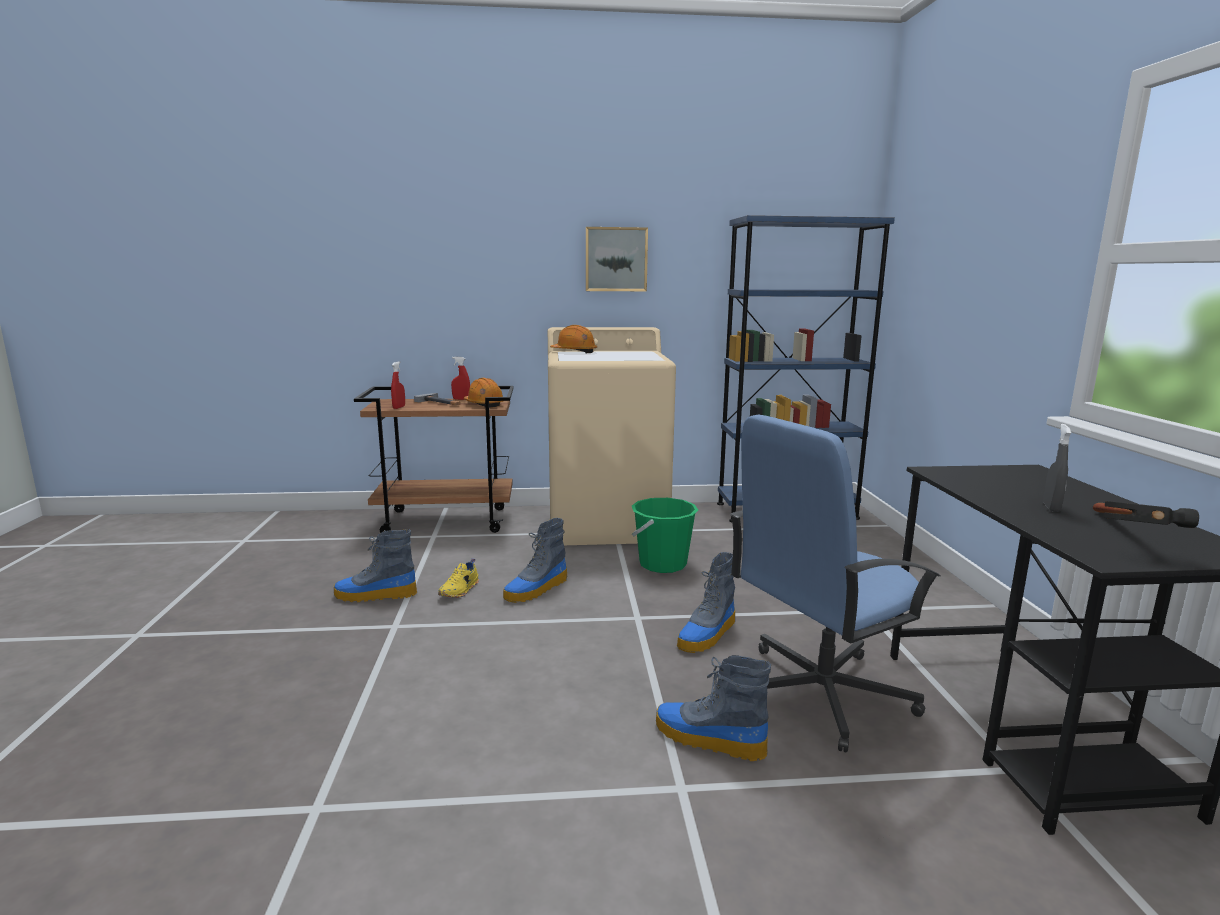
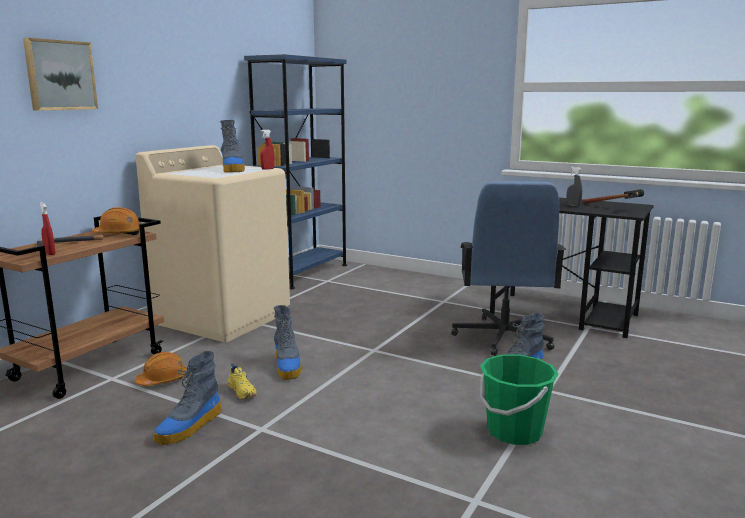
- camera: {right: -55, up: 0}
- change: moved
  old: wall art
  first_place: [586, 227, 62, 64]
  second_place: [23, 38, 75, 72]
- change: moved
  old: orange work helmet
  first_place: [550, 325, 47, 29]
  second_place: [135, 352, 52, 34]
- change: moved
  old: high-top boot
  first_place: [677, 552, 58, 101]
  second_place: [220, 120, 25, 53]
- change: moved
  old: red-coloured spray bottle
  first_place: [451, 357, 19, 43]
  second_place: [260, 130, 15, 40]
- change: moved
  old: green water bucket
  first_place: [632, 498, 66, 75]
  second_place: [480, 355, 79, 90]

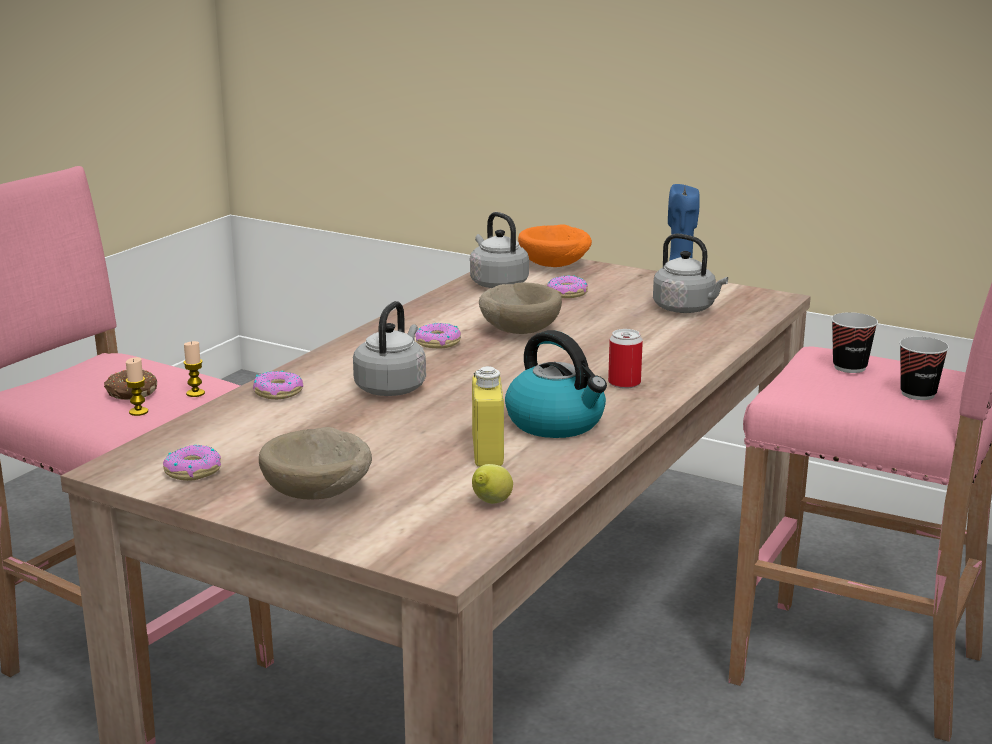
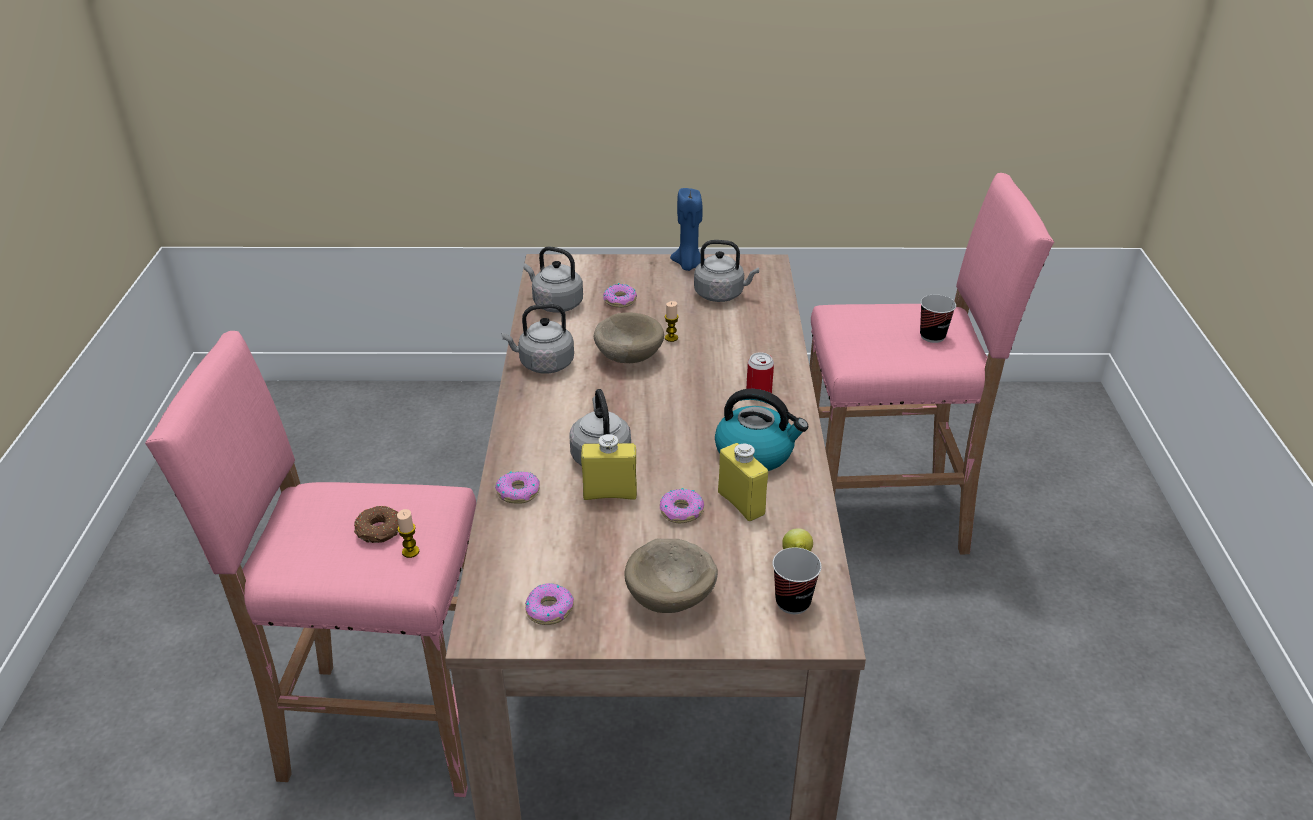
- camera: {right: -30, up: 15}
- change: added
  new: grey kettle
  second_place: [501, 304, 73, 70]
- change: added
  new: yellowish drink bottle
  second_place: [581, 434, 56, 66]
- change: moved
  old: ring doughnut
  first_place: [415, 323, 46, 25]
  second_place: [660, 488, 44, 35]
- change: moved
  old: wax light
  first_place: [184, 341, 21, 56]
  second_place: [665, 301, 14, 41]
- change: moved
  old: drinking cup
  first_place: [831, 312, 47, 61]
  second_place: [773, 547, 49, 67]
- change: removed
  old: orange deep dish
  first_place: [518, 224, 74, 43]

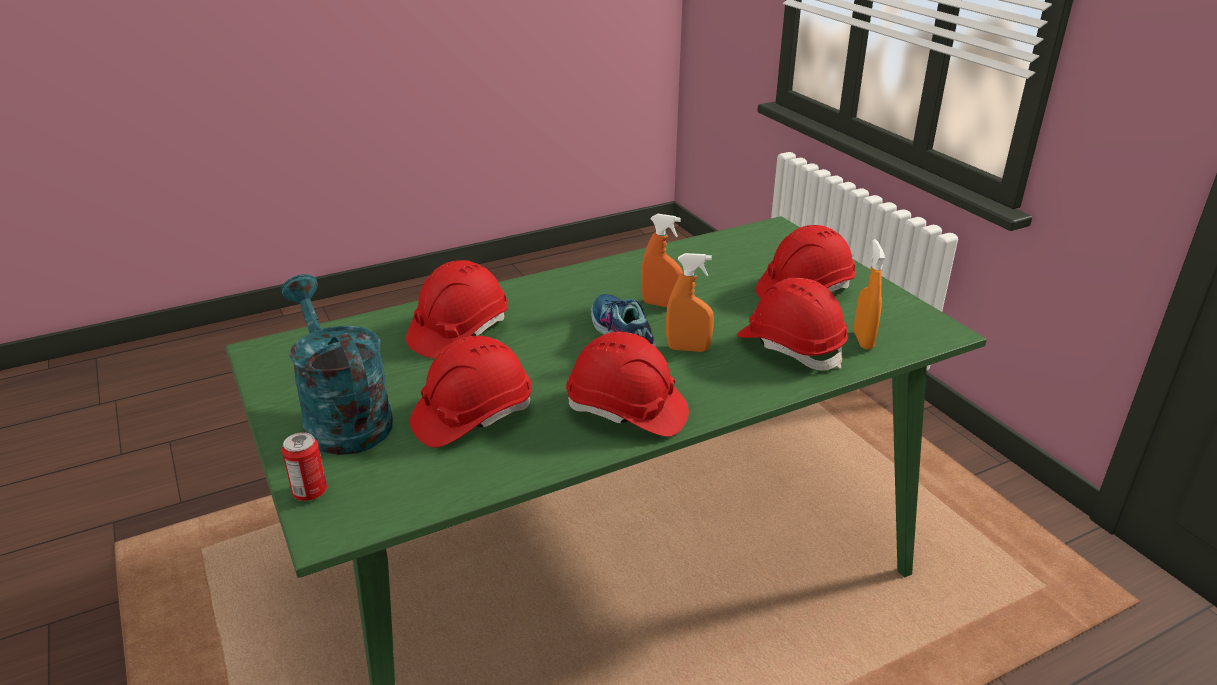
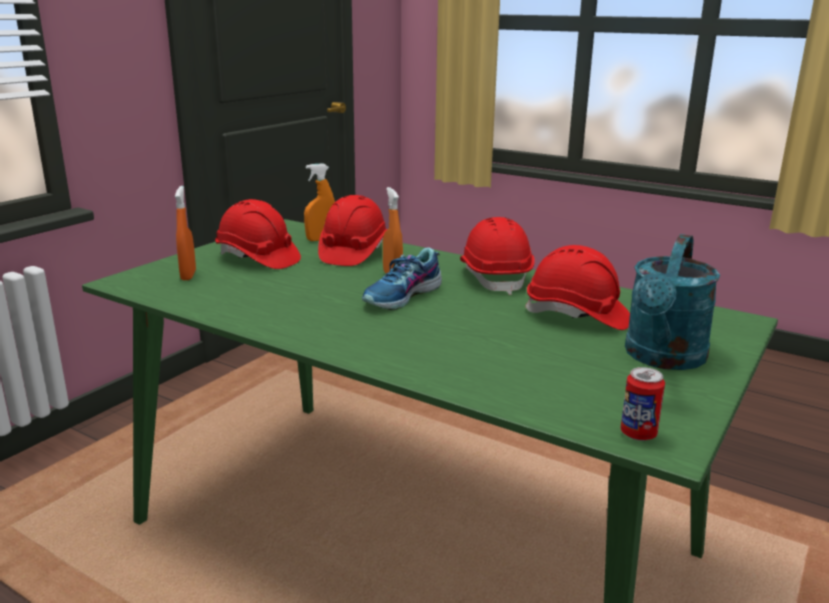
- camera: {right: -120, up: -10}
- change: moved
  old: orange spray bottle
  first_place: [641, 214, 42, 93]
  second_place: [175, 186, 21, 94]
- change: moved
  old: can
  first_place: [282, 432, 45, 69]
  second_place: [621, 367, 44, 74]
- change: removed
  old: red-coloured work helmet
  first_place: [406, 260, 102, 98]

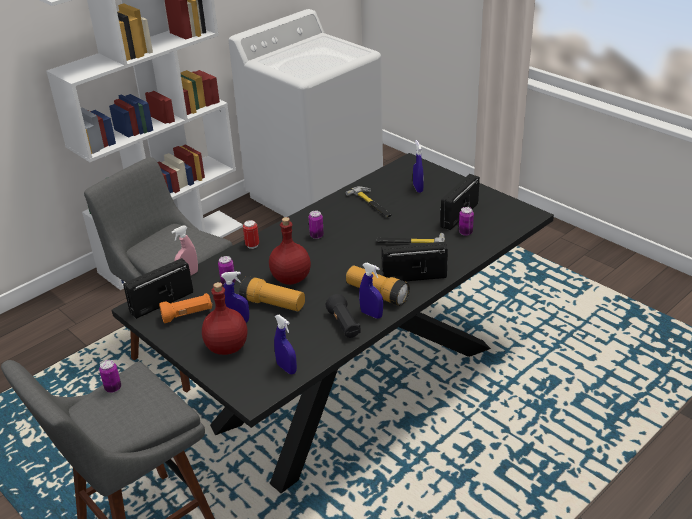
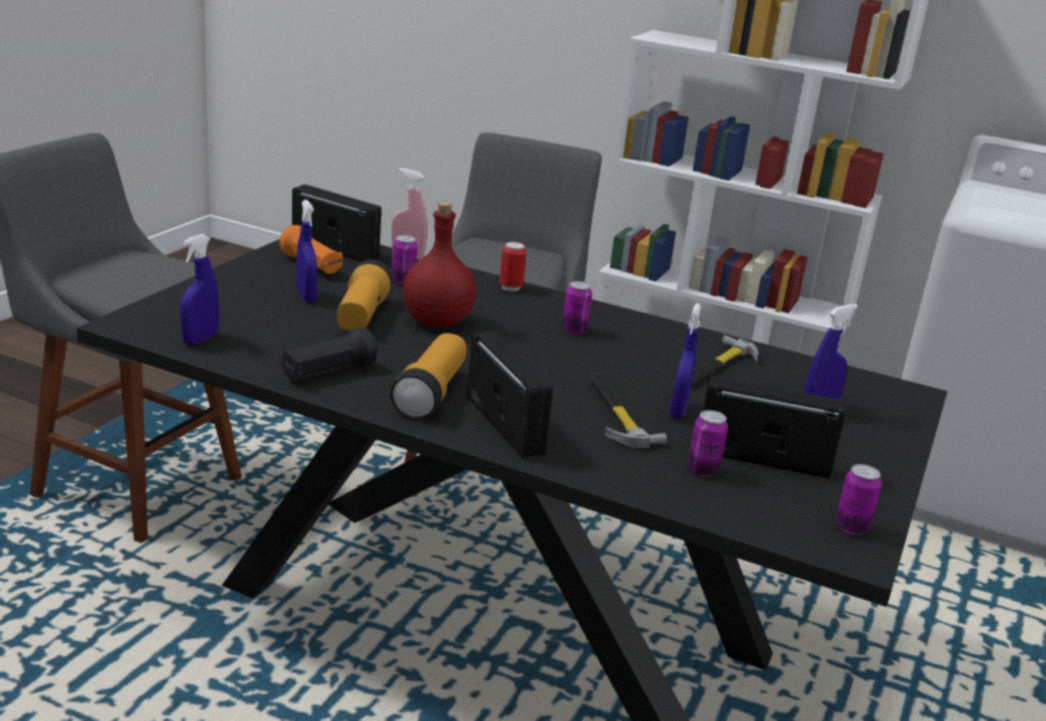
- camera: {right: 65, up: -10}
- change: moved
  old: blue spray bottle
  first_place: [359, 263, 24, 55]
  second_place: [670, 303, 31, 115]
- change: moved
  old: can
  first_place: [99, 360, 22, 33]
  second_place: [835, 464, 47, 71]
- change: removed
  old: red-coloured drink bottle
  first_place: [202, 282, 45, 73]

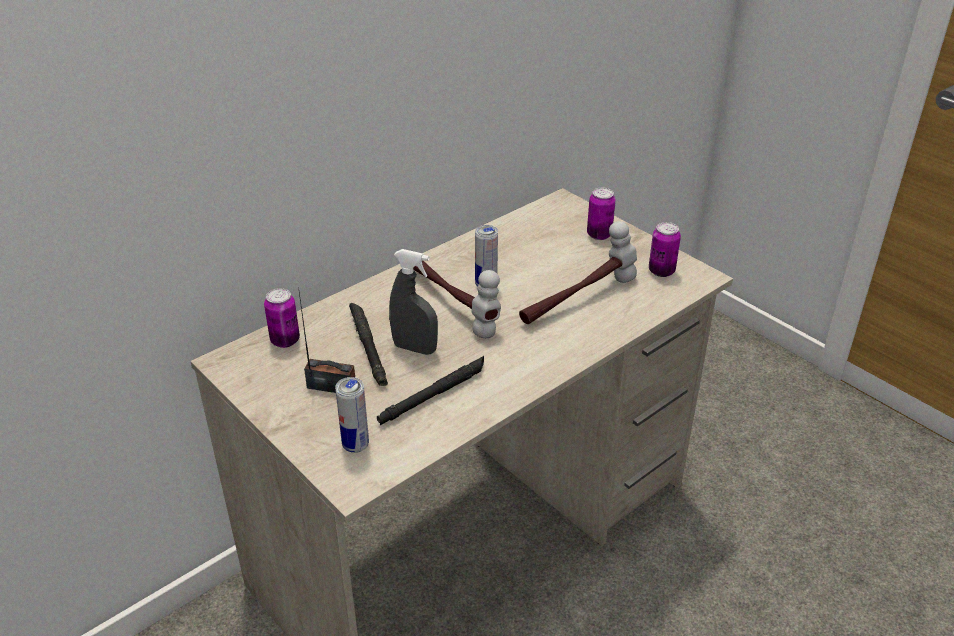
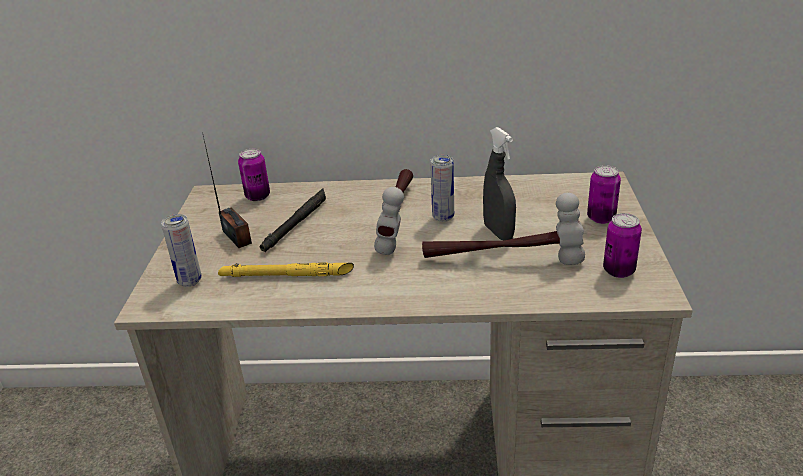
- camera: {right: 45, up: -5}
- change: recoloured
  old: black-coloured flashlight
  new: yellowish flashlight
  first_place: [377, 356, 107, 69]
  second_place: [218, 262, 136, 15]
- change: moved
  old: grey spray bottle
  first_place: [389, 249, 49, 106]
  second_place: [483, 127, 33, 113]

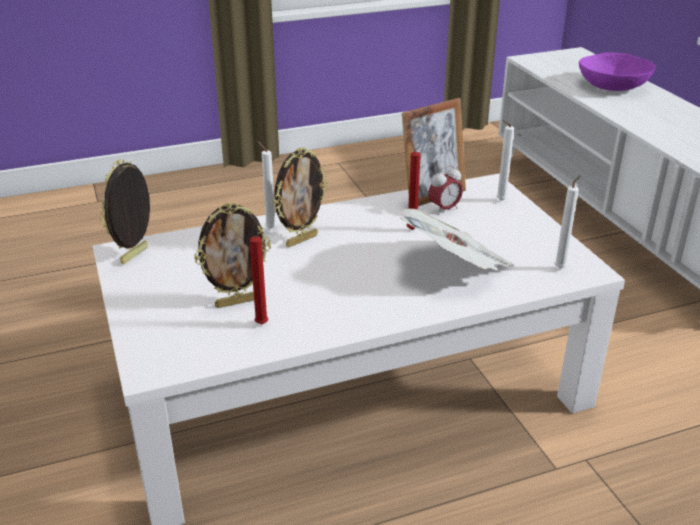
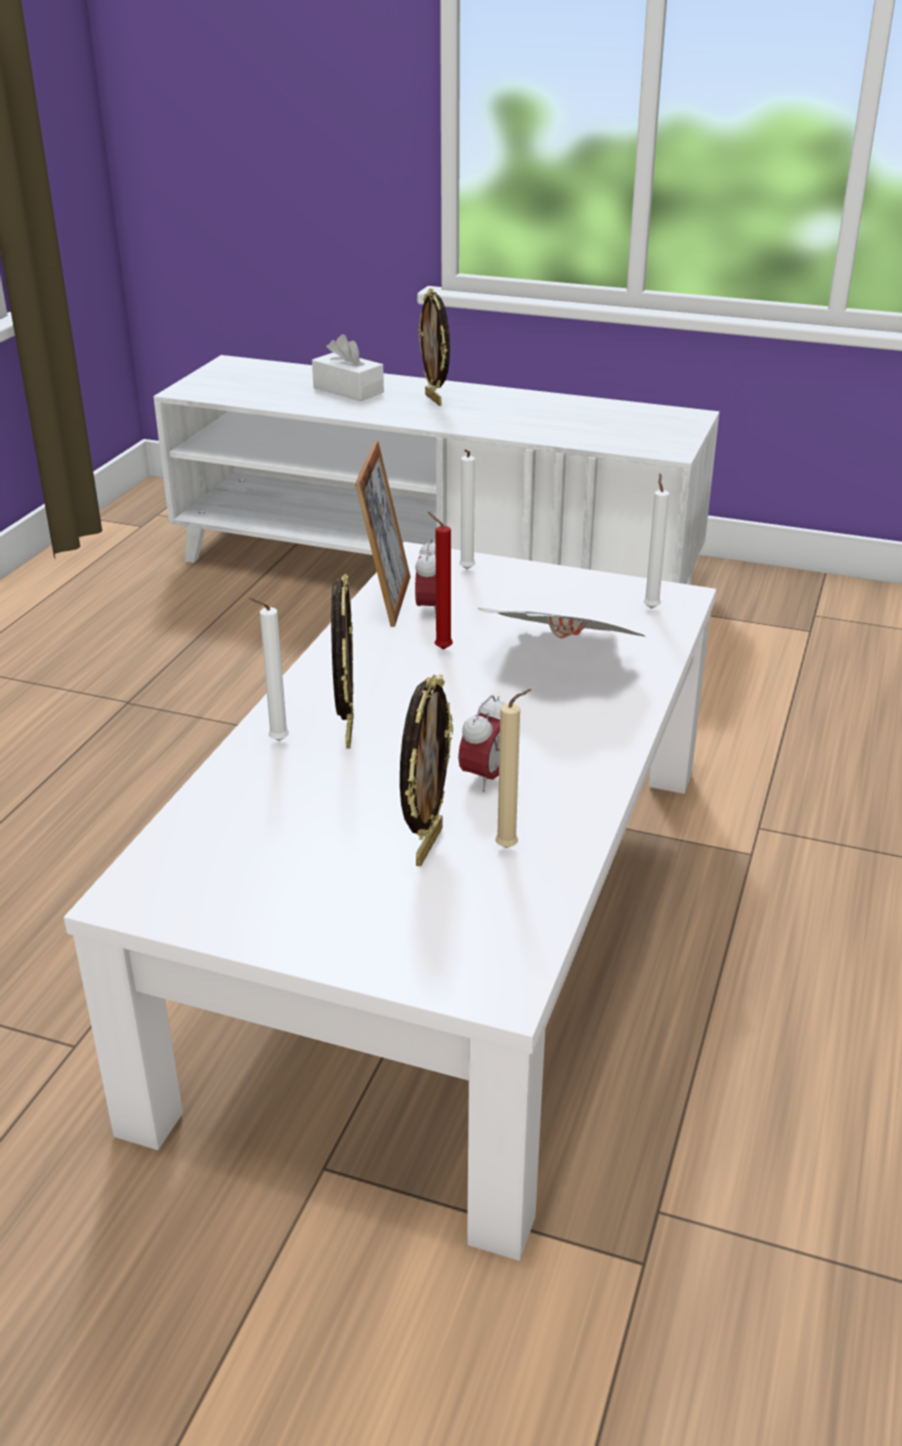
- camera: {right: -50, up: 0}
- change: replaced
  old: purplish deep dish
  new: white-coloured box of tissues
  first_place: [579, 53, 77, 38]
  second_place: [312, 334, 72, 67]
- change: moved
  old: standing frame
  first_place: [100, 159, 50, 105]
  second_place: [418, 288, 32, 118]
- change: added
  new: bedside clock
  second_place: [458, 695, 46, 97]
- change: recoloured
  old: red-coloured wax light
  new: sand-coloured wax light
  first_place: [250, 232, 18, 92]
  second_place: [495, 689, 36, 159]

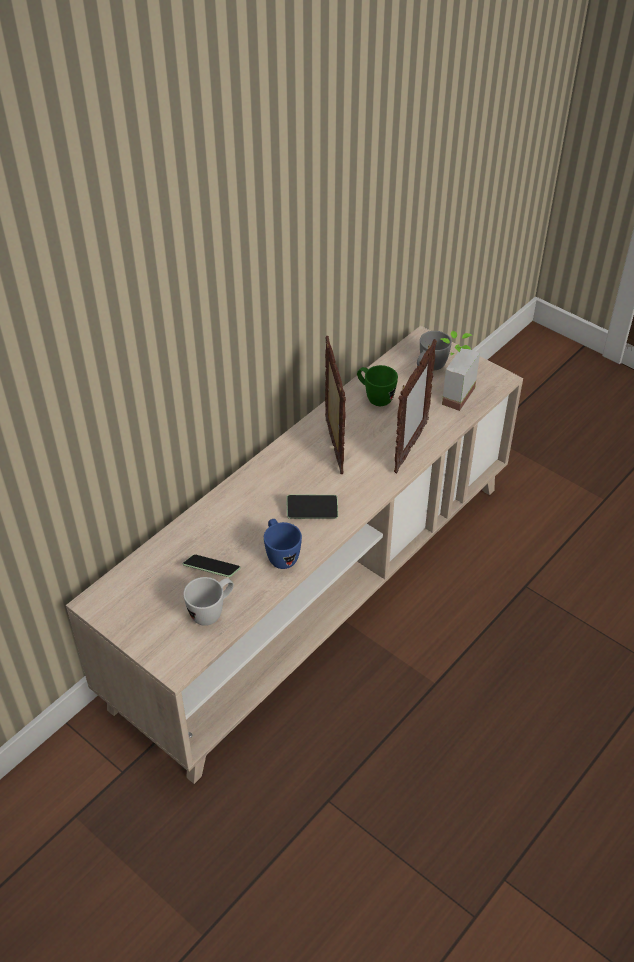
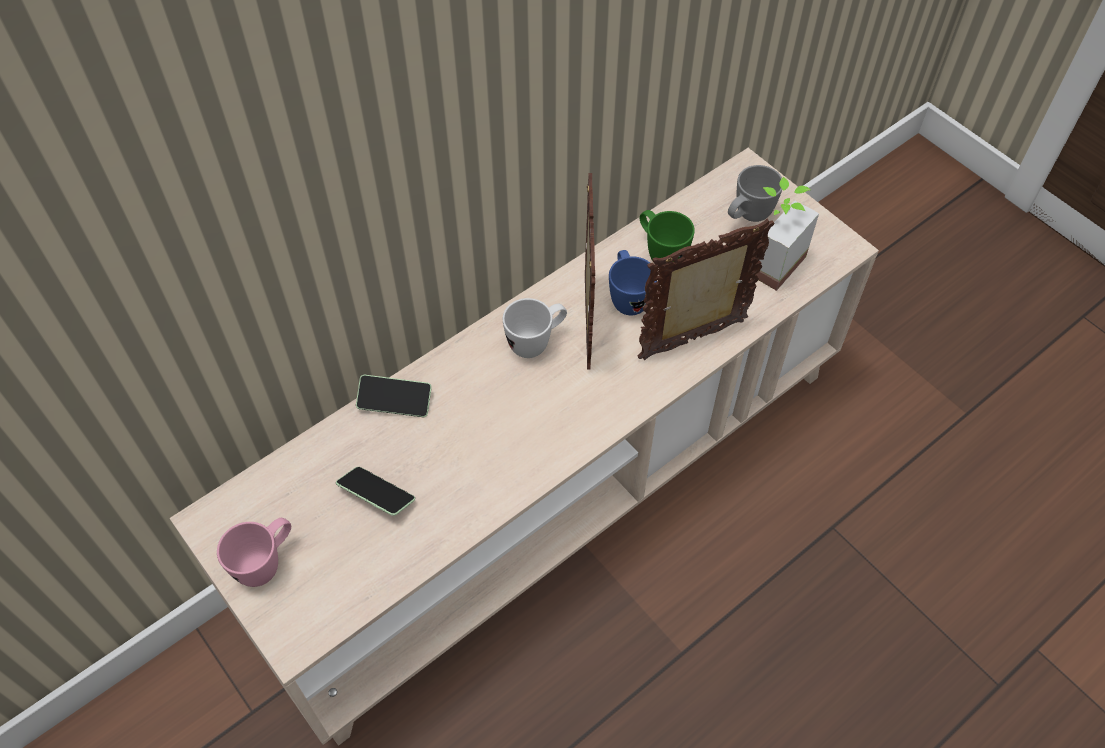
- camera: {right: 10, up: 10}
- change: added
  new: pink-coloured mug
  second_place: [217, 518, 74, 69]
- change: moved
  old: telephone
  first_place: [286, 494, 52, 25]
  second_place: [356, 375, 76, 42]
- change: moved
  old: white-coloured mug
  first_place: [183, 577, 51, 49]
  second_place: [503, 298, 64, 60]
- change: moved
  old: blue mug
  first_place: [264, 519, 38, 50]
  second_place: [609, 250, 48, 65]
- change: turned
  old: standing frame
  first_place: [394, 339, 43, 134]
  second_place: [637, 219, 137, 141]
  degrees: -150

